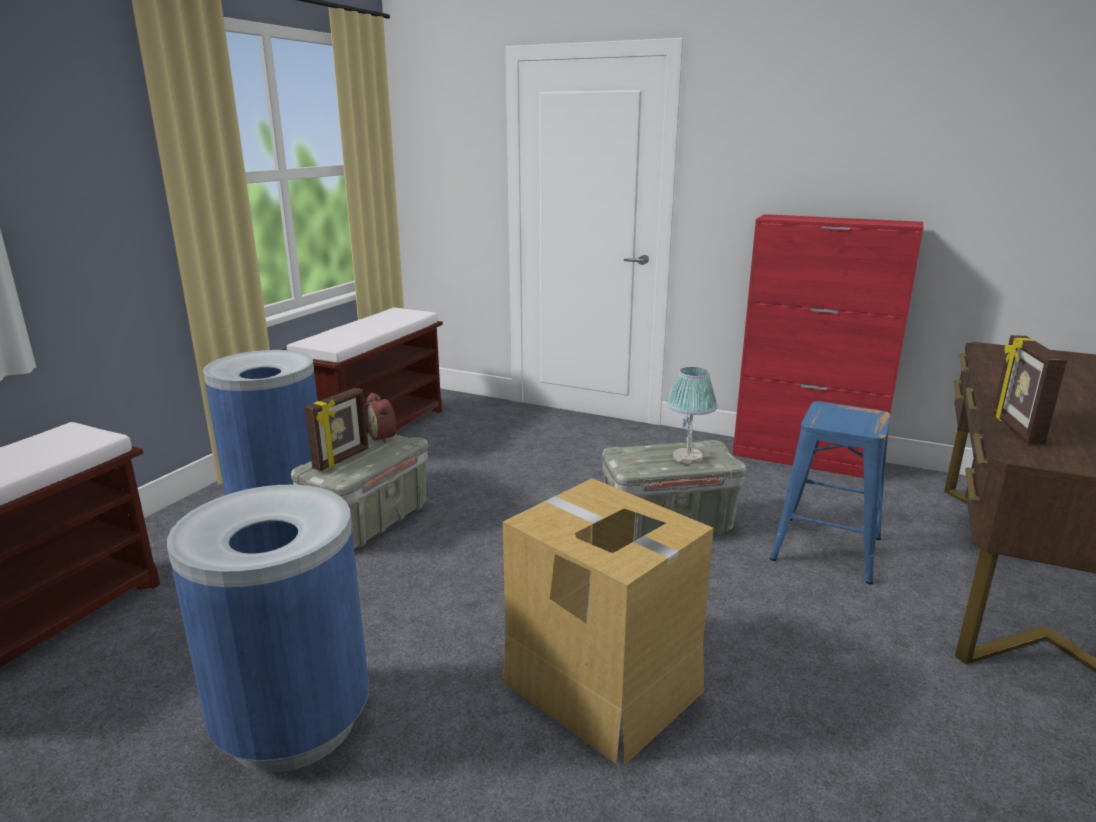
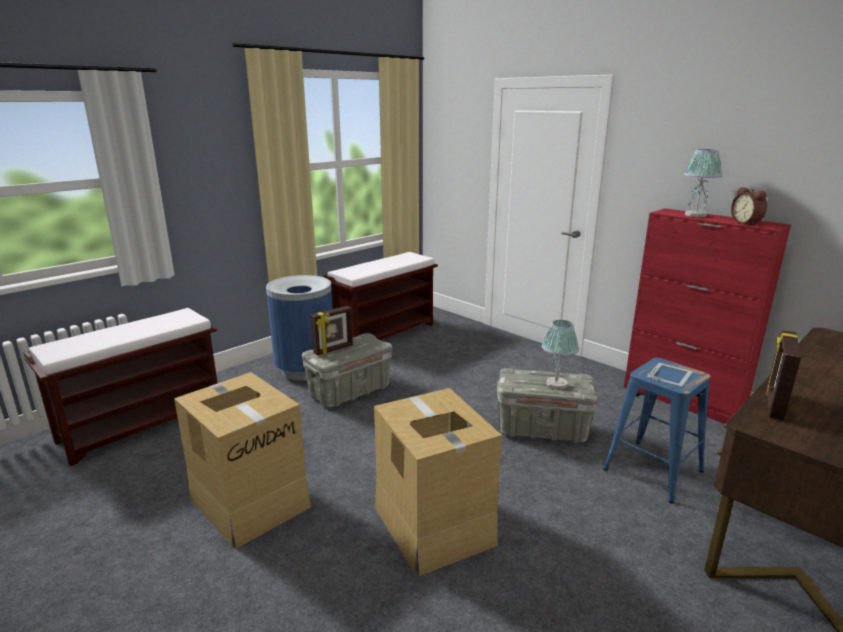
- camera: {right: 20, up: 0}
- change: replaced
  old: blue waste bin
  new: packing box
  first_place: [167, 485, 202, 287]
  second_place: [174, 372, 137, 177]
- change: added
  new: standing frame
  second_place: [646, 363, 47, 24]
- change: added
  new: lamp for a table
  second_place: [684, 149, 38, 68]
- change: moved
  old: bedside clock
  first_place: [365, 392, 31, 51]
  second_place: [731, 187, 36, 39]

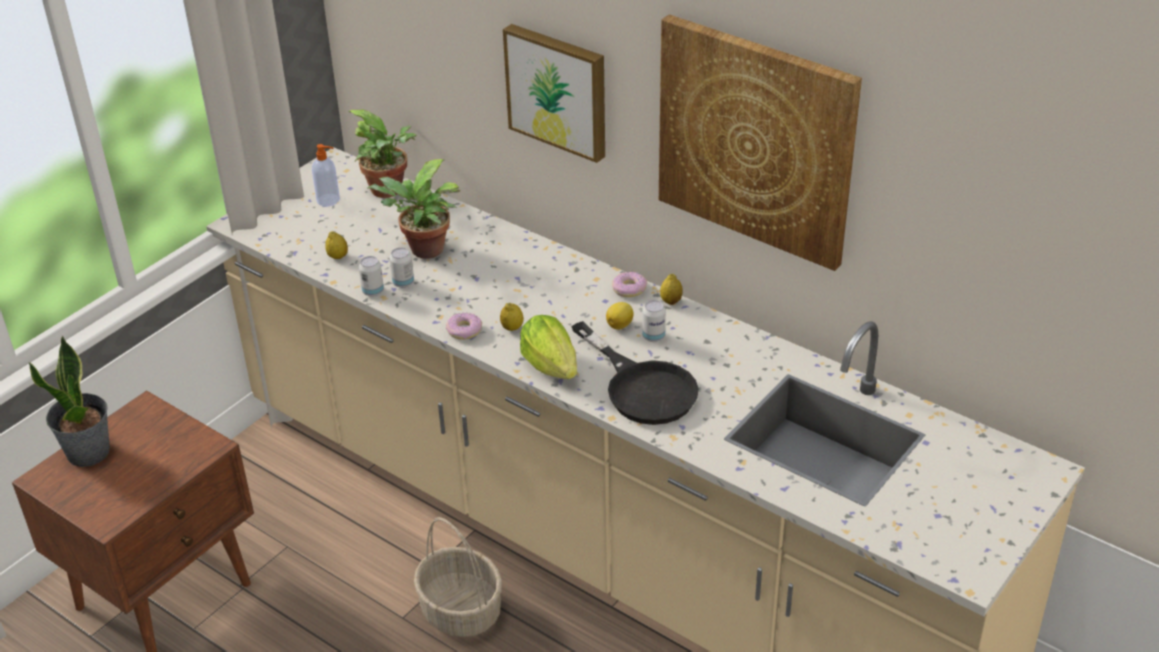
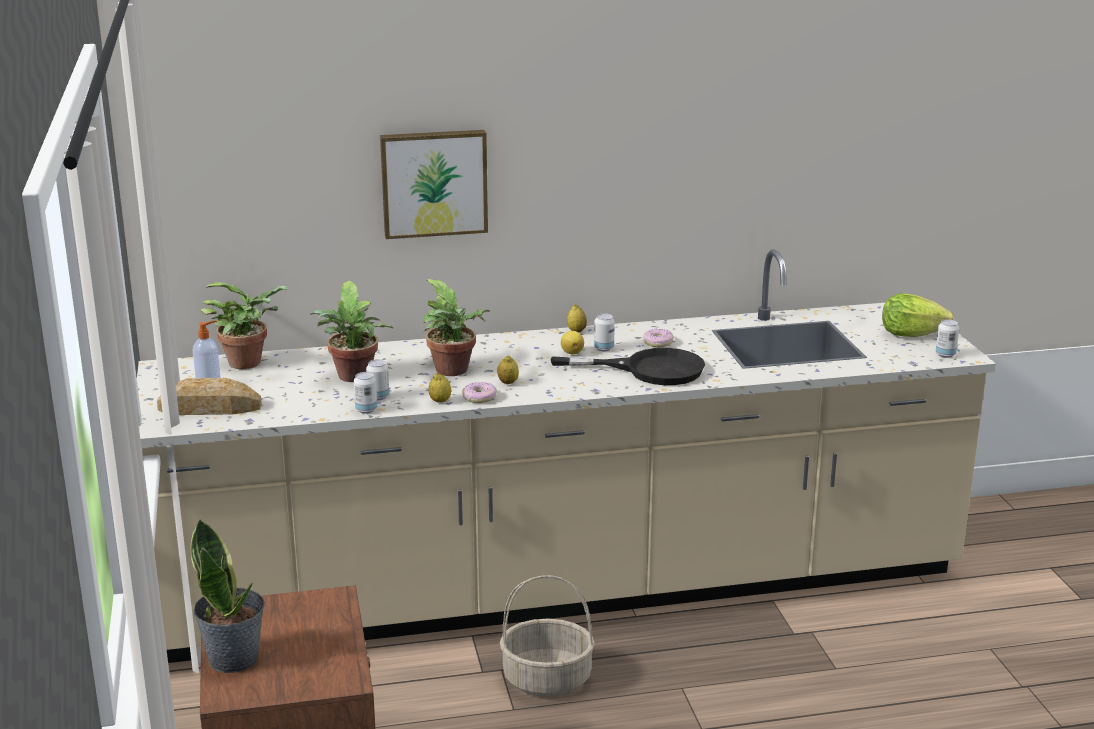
- camera: {right: -50, up: -15}
- change: added
  new: bakery bread
  second_place: [157, 378, 105, 37]
- change: added
  new: potted plant
  second_place: [423, 279, 67, 97]
- change: moved
  old: lemon
  first_place: [325, 231, 23, 28]
  second_place: [428, 373, 23, 29]
- change: moved
  old: ring doughnut
  first_place: [612, 272, 35, 25]
  second_place: [643, 329, 31, 18]
- change: moved
  old: lettuce
  first_place: [520, 315, 57, 64]
  second_place: [882, 293, 72, 44]
- change: added
  new: can
  second_place: [936, 319, 23, 39]
- change: removed
  old: wall art
  first_place: [659, 14, 203, 257]

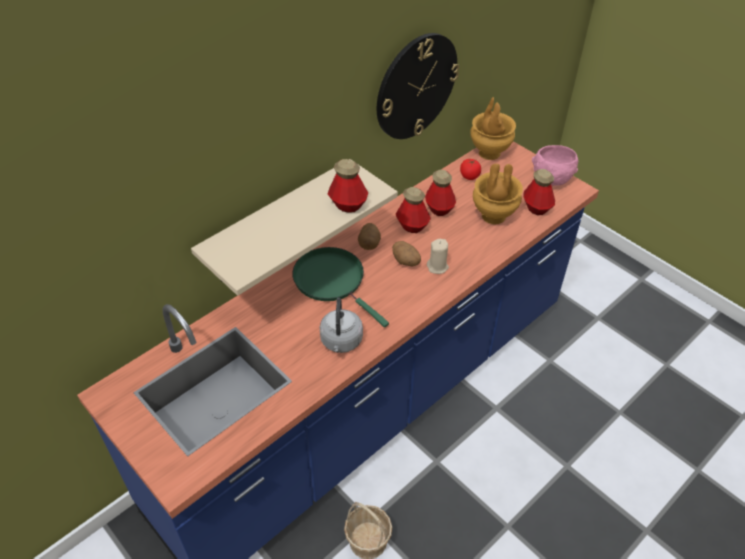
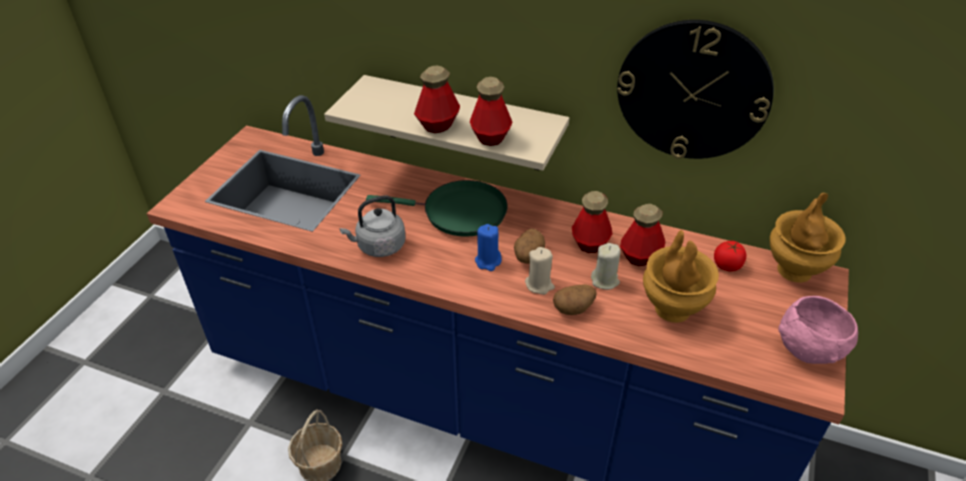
- camera: {right: 65, up: -5}
- change: turned
  old: green pan
  first_place: [292, 247, 97, 80]
  second_place: [366, 180, 142, 57]
  degrees: 75
- change: moved
  old: drink bottle
  first_place: [523, 169, 32, 46]
  second_place: [414, 65, 46, 68]
- change: added
  new: blue wax light
  second_place: [475, 224, 27, 47]
- change: moved
  old: whole potato
  first_place: [358, 223, 23, 27]
  second_place: [553, 284, 44, 31]
- change: added
  new: sand-coloured wax light
  second_place: [591, 243, 30, 47]

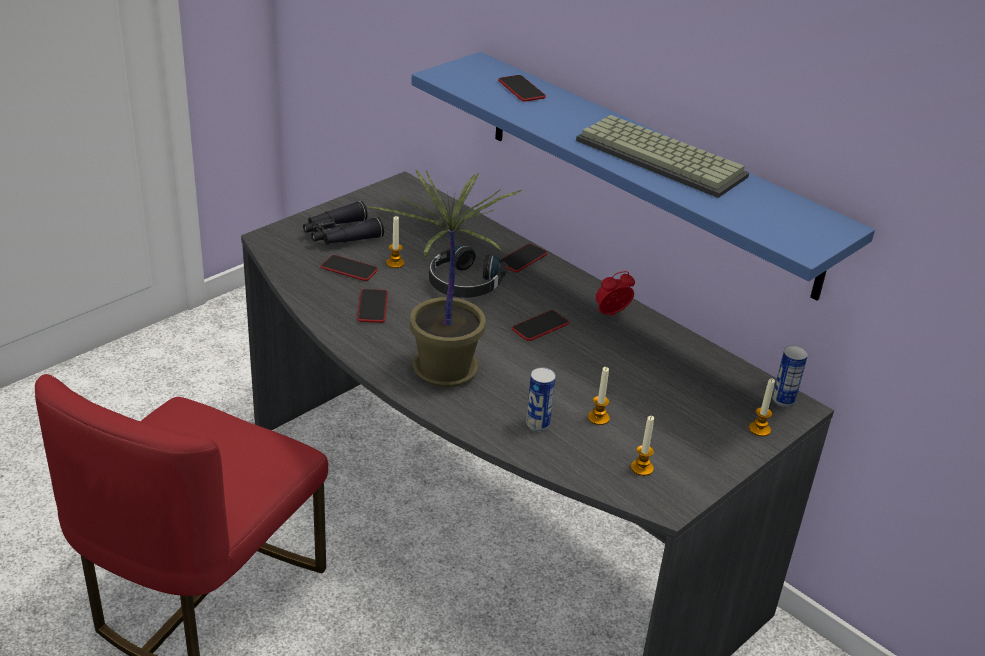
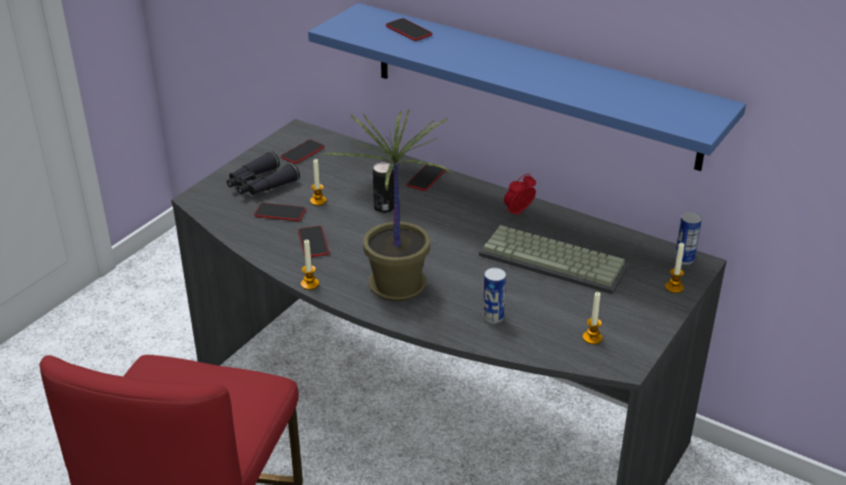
- camera: {right: -10, up: 0}
- change: moved
  old: telephone
  first_place: [512, 310, 57, 31]
  second_place: [281, 139, 44, 25]
- change: moved
  old: wax light
  first_place: [588, 367, 22, 58]
  second_place: [301, 239, 18, 51]
- change: replaced
  old: black-coloured headphones
  new: can
  first_place: [429, 245, 78, 53]
  second_place: [373, 162, 21, 51]
- change: moved
  old: PC keyboard
  first_place: [576, 115, 173, 83]
  second_place: [479, 225, 150, 69]

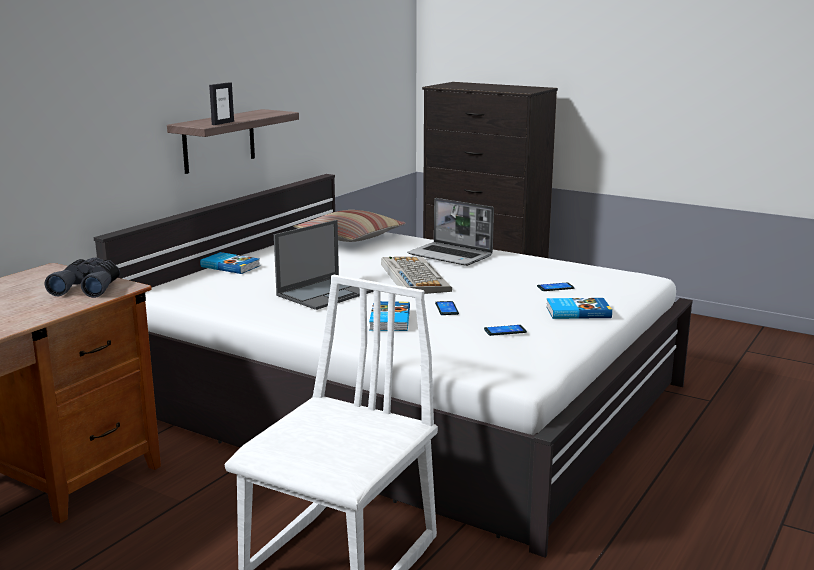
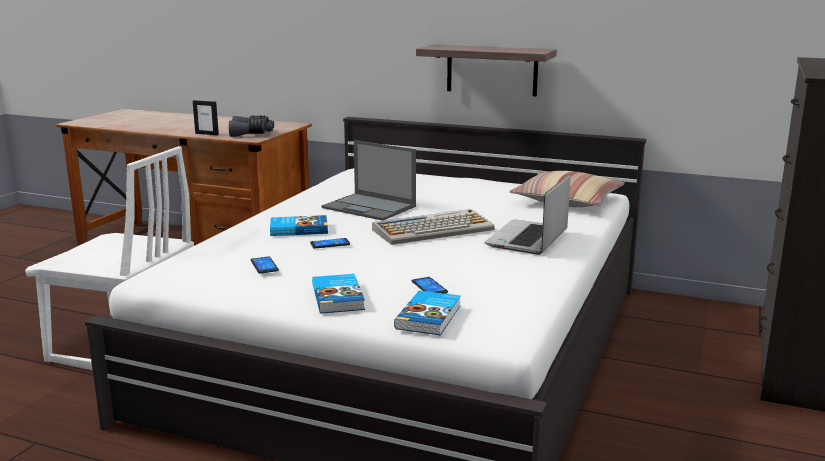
- camera: {right: 80, up: 0}
- change: moved
  old: standing frame
  first_place: [209, 82, 25, 43]
  second_place: [193, 100, 26, 35]
- change: moved
  old: book
  first_place: [200, 252, 60, 22]
  second_place: [394, 291, 67, 44]

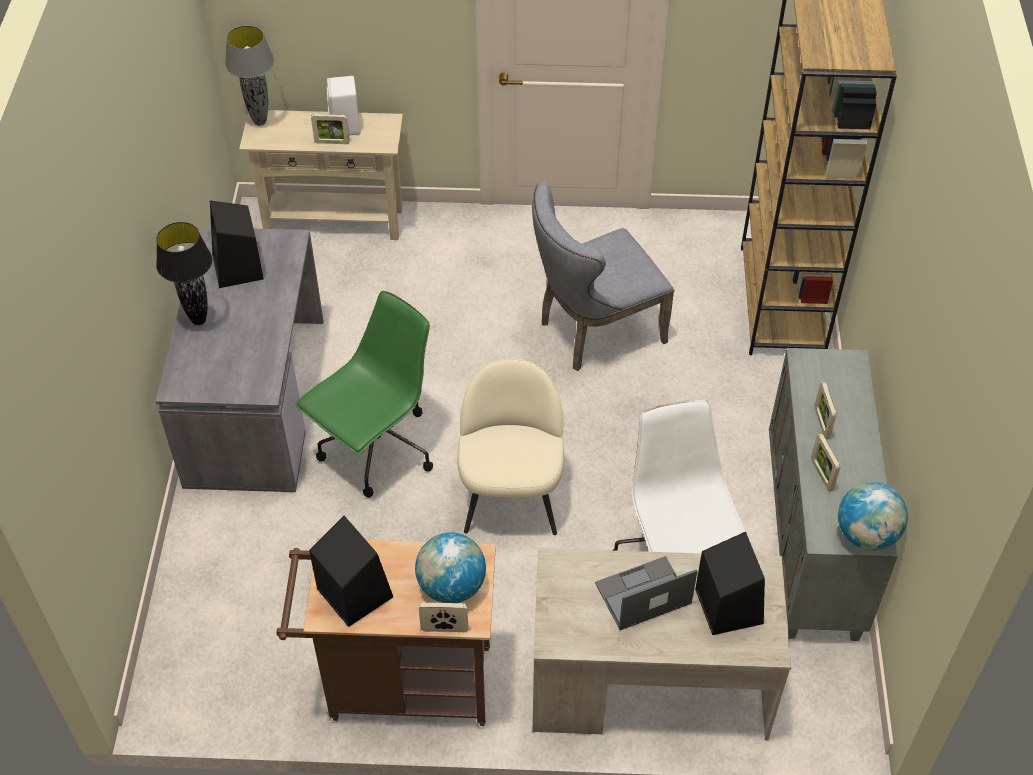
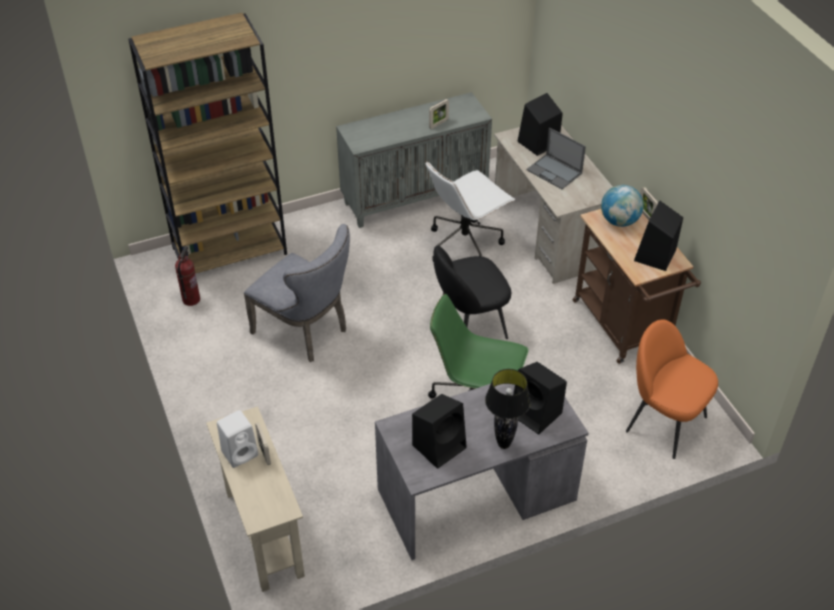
- camera: {right: -115, up: -5}
- change: added
  new: fire-fighting cylinder
  second_place: [175, 246, 25, 60]
- change: recoloured
  old: sand-coloured plain chair
  new: black-coloured plain chair
  first_place: [457, 359, 107, 176]
  second_place: [433, 245, 78, 94]
- change: added
  new: black-coloured loudspeaker
  second_place: [513, 362, 54, 73]
- change: added
  new: orange plain chair
  second_place: [626, 319, 92, 140]
- change: removed
  old: grey lamp for a table
  first_place: [225, 25, 49, 101]
- change: removed
  old: standing frame
  first_place: [815, 382, 21, 57]
- change: removed
  old: desk globe
  first_place: [838, 482, 70, 68]

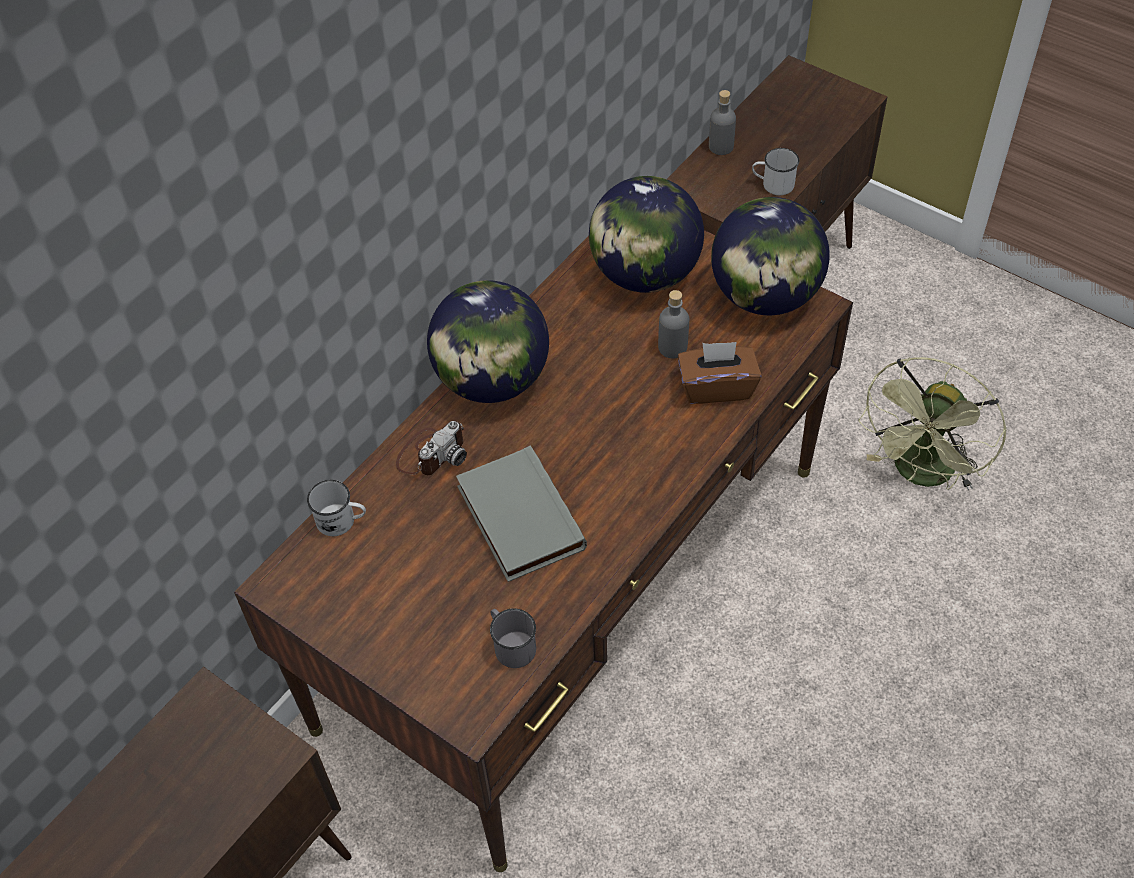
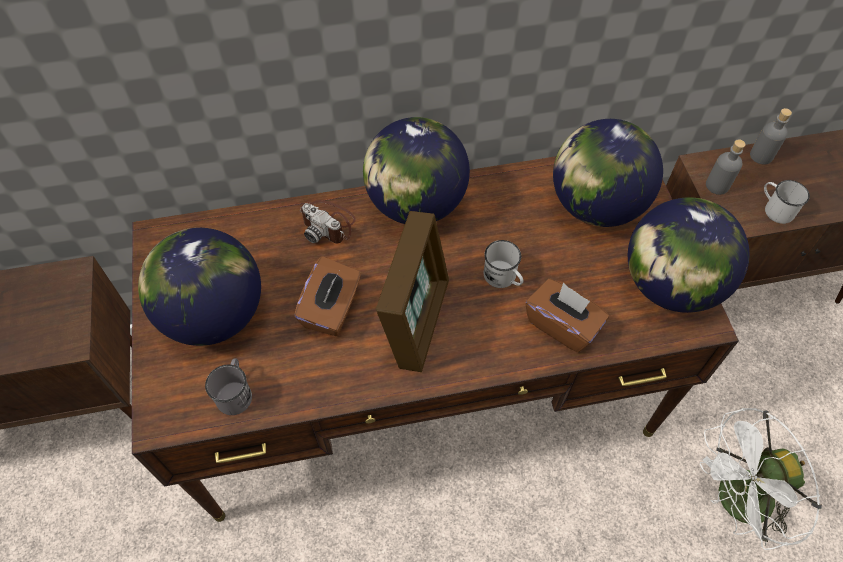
- camera: {right: 40, up: 5}
- change: added
  new: desk globe
  second_place: [138, 228, 123, 118]
- change: replaced
  old: grey book
  new: brown-coloured box of tissues
  first_place: [456, 446, 131, 136]
  second_place: [294, 256, 67, 80]
- change: turned
  old: still camera
  first_place: [396, 421, 71, 54]
  second_place: [300, 200, 56, 44]
  degrees: 45
- change: added
  new: standing frame
  second_place: [376, 211, 73, 161]
- change: moved
  old: white-coloured mug
  first_place: [307, 480, 59, 56]
  second_place: [484, 240, 39, 48]
- change: recoloured
  old: green electric fan
  new: white-coloured electric fan
  first_place: [858, 357, 149, 133]
  second_place: [700, 408, 122, 142]
- change: moved
  old: grey drink bottle
  first_place: [658, 290, 31, 69]
  second_place: [706, 139, 40, 56]

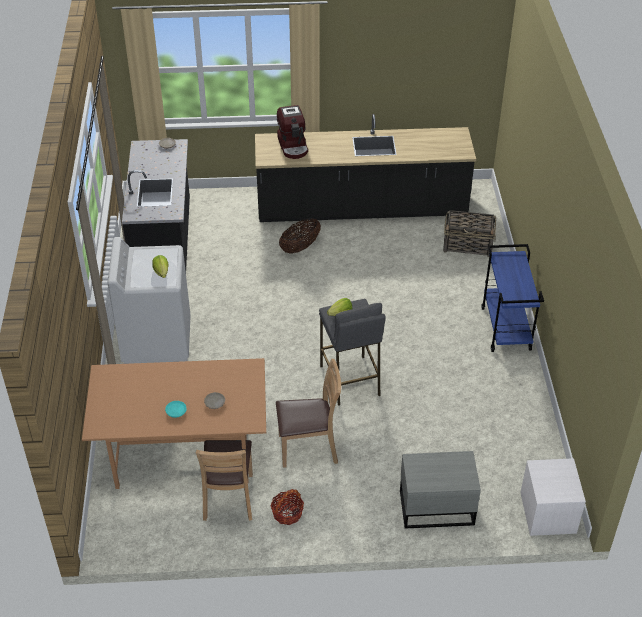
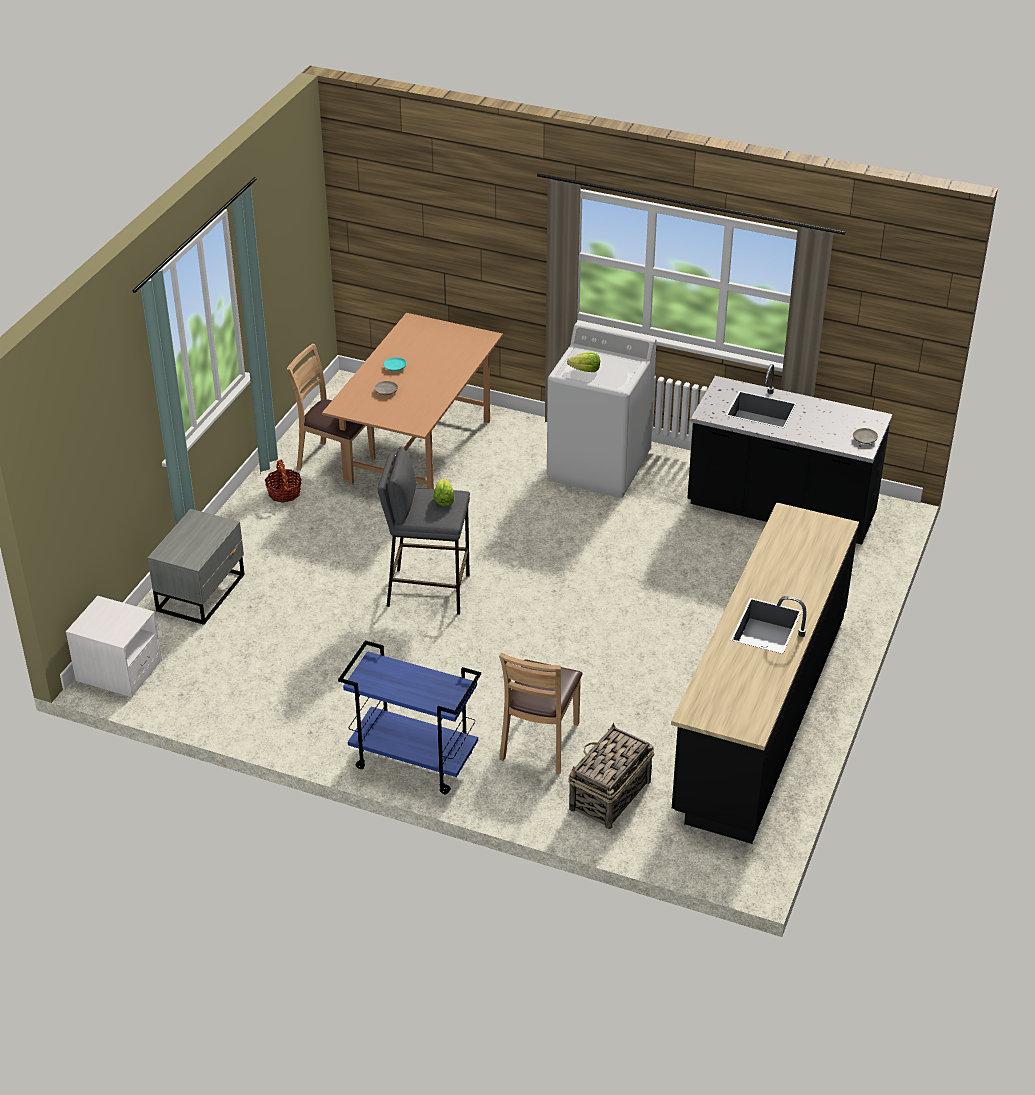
- camera: {right: 115, up: -5}
- change: moved
  old: brown-coloured plain chair
  first_place: [276, 359, 65, 109]
  second_place: [499, 652, 83, 122]
- change: removed
  old: coffee maker
  first_place: [277, 105, 31, 54]
- change: removed
  old: basket
  first_place: [279, 218, 42, 36]

